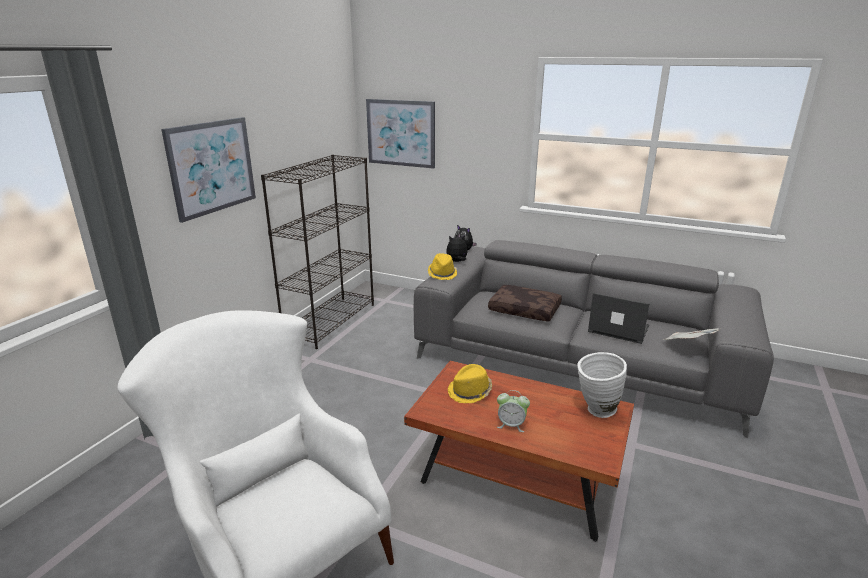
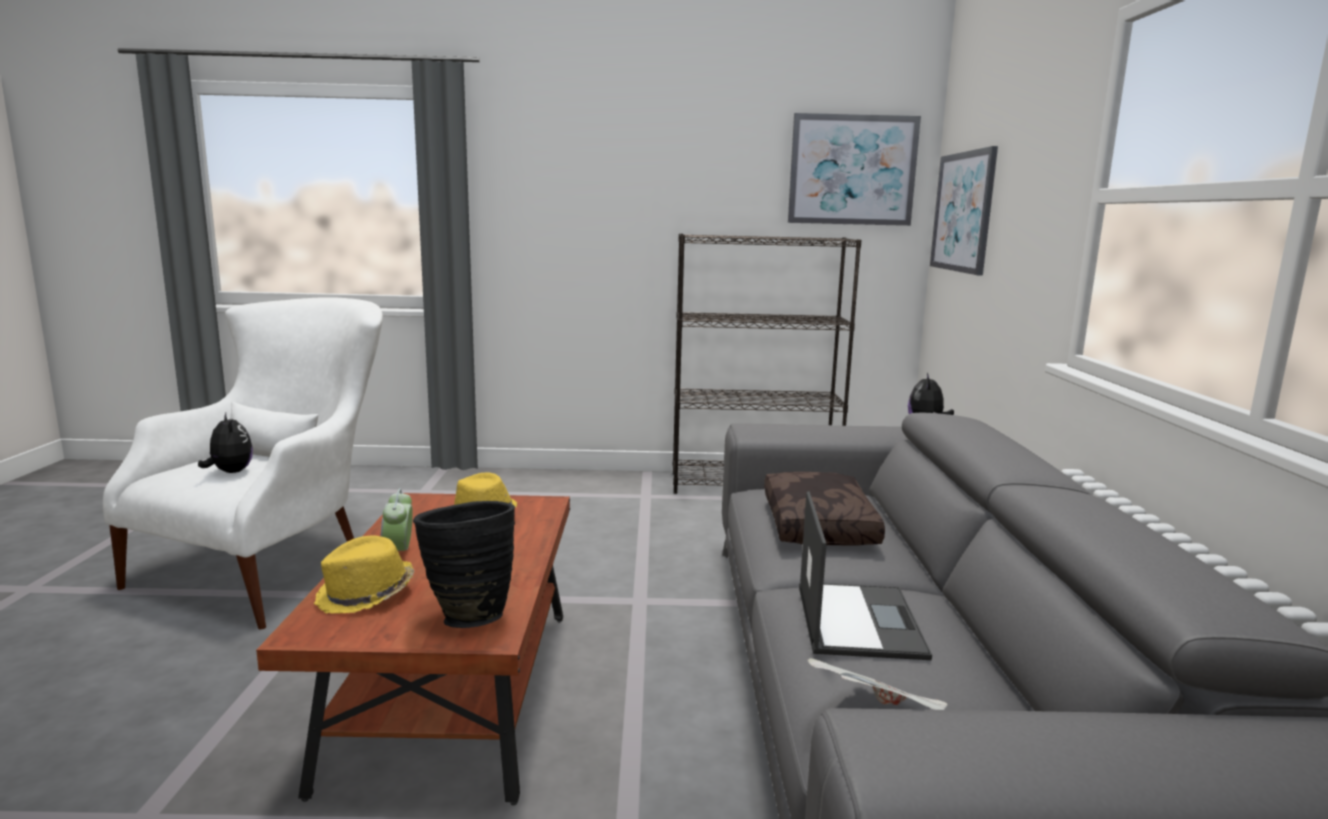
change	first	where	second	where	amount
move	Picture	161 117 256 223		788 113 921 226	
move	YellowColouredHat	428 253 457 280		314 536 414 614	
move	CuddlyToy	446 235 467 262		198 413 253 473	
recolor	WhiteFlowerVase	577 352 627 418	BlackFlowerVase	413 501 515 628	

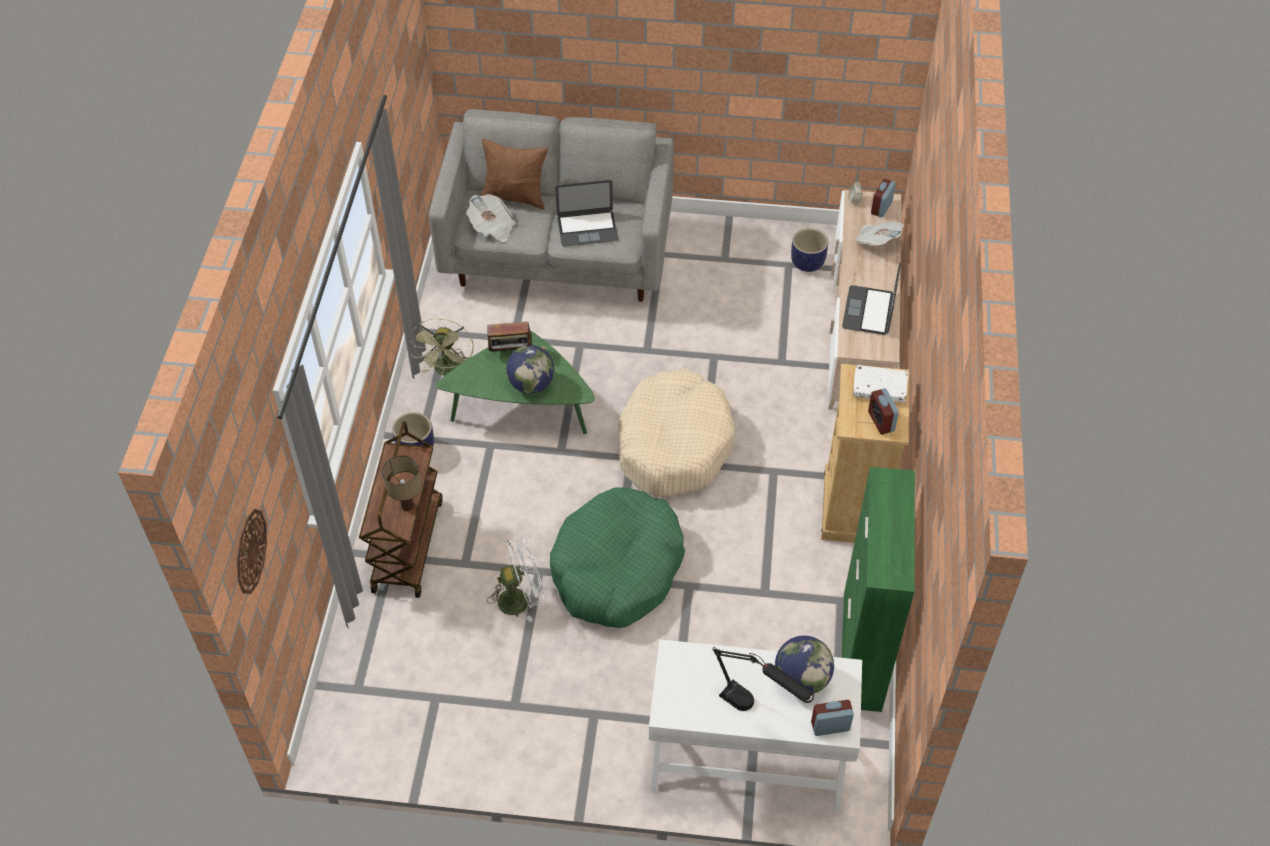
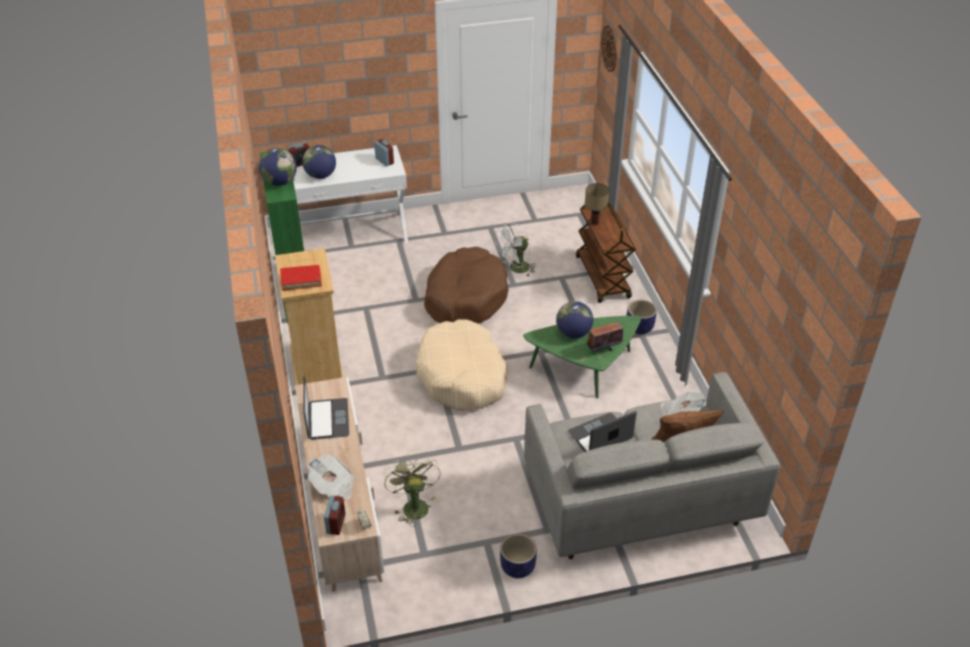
change	first	where	second	where	amount
delete	BlackTableLamp	713 647 814 711			
insert			DeskGlobe	259 148 297 186	
move	GreenColouredElectricFan	411 318 474 375		384 455 441 527	
move	PlantPot	791 228 828 272		500 534 537 578	
move	TableClock	868 388 899 435		374 139 394 166	
recolor	GreenColouredDogBed	550 487 685 628	BrownDogBed	424 247 509 323	
recolor	WhiteBoundBook	853 365 908 403	ReddishBoundBook	280 265 322 291	

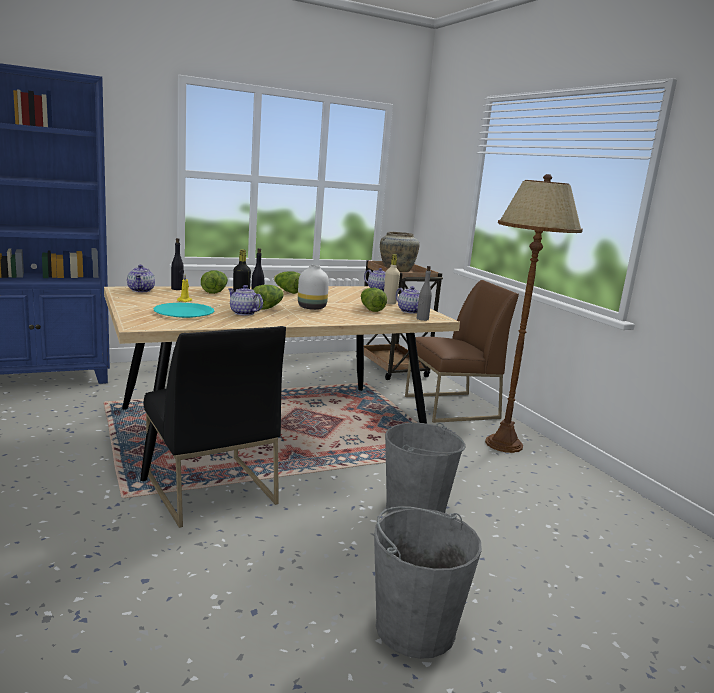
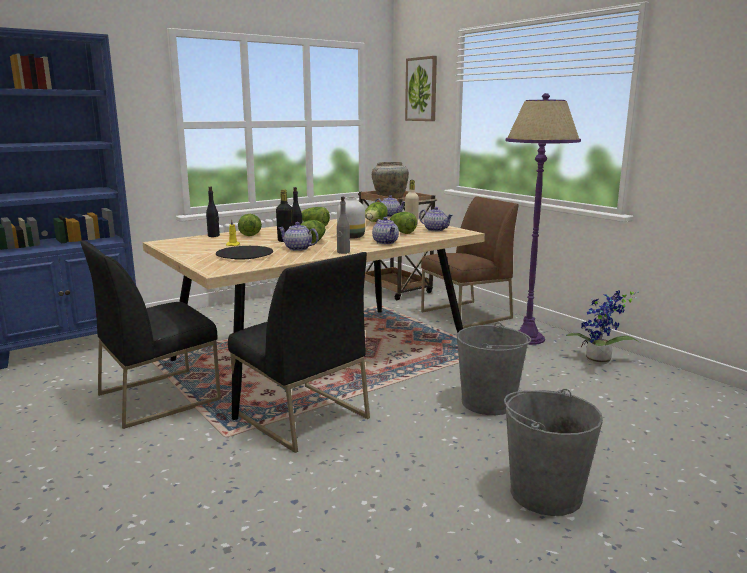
change	first	where	second	where	amount
insert			BlackPlainChair	80 241 221 429	
insert			LettuceHead	365 202 388 222	
insert			Picture	405 56 437 121	
insert			PlantInAPot	566 291 640 364	
move	Teapot	127 265 155 292		372 217 399 244	
move	GreyishDrinkBottle	417 266 432 321		337 197 350 254	
recolor	TurquoiseDinnerPlate	154 303 214 318	BlackDinnerPlate	216 246 273 260	
recolor	BrownFloorLamp	485 174 583 453	PurplishFloorLamp	506 93 581 345	

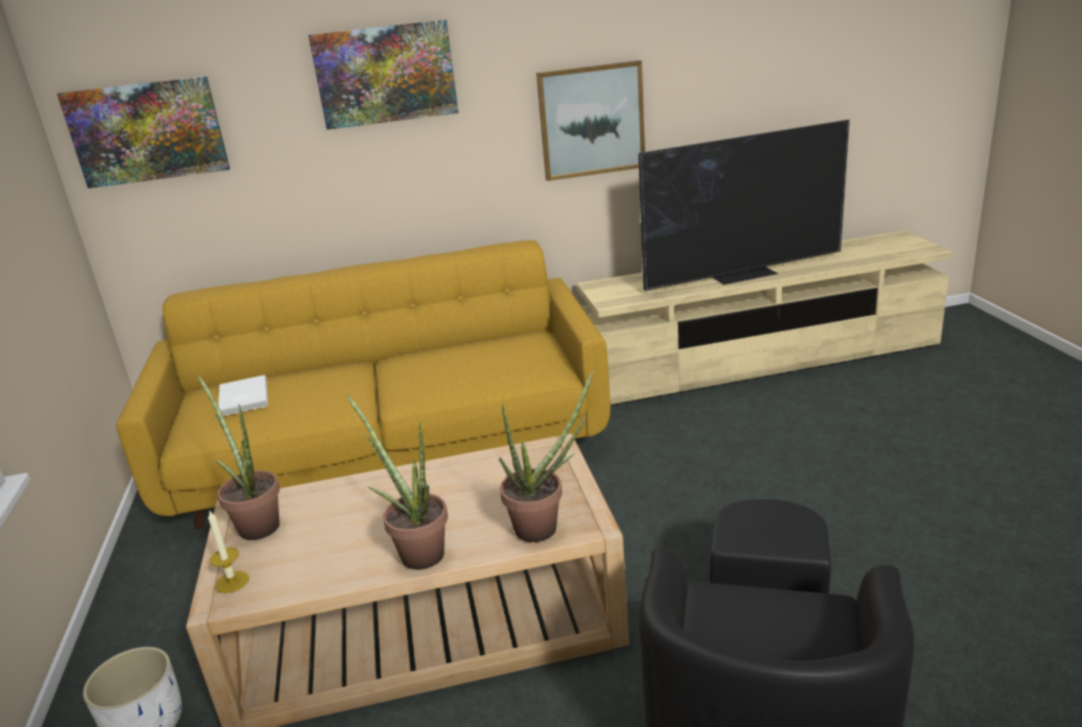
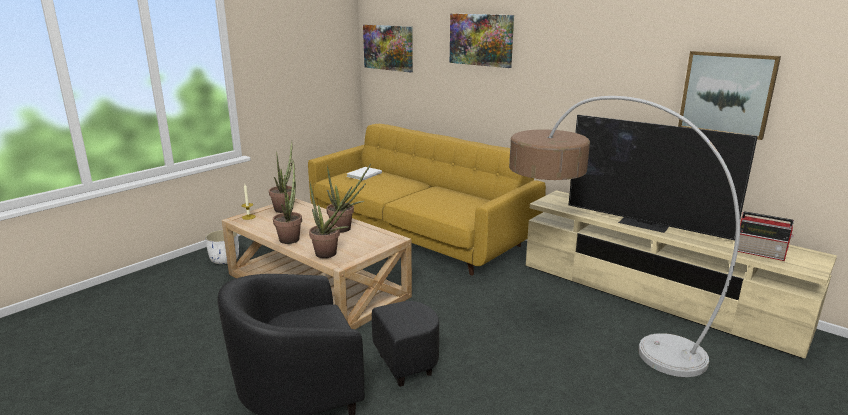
change	first	where	second	where	amount
insert			PlantInAPot	326 164 371 233	
insert			FloorLamp	509 96 740 377	
insert			Radio	738 211 794 261	
move	Picture	536 60 645 181		678 51 781 140	

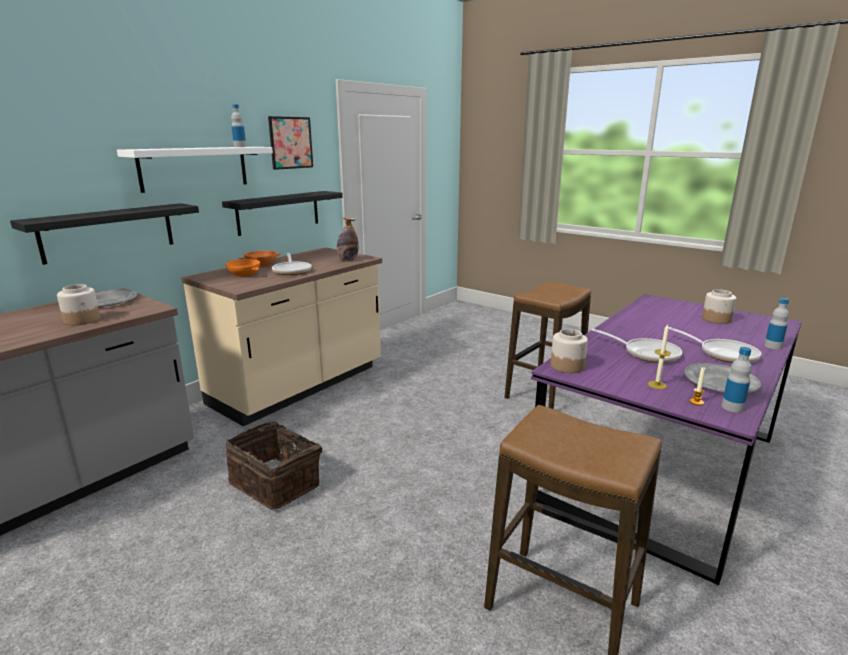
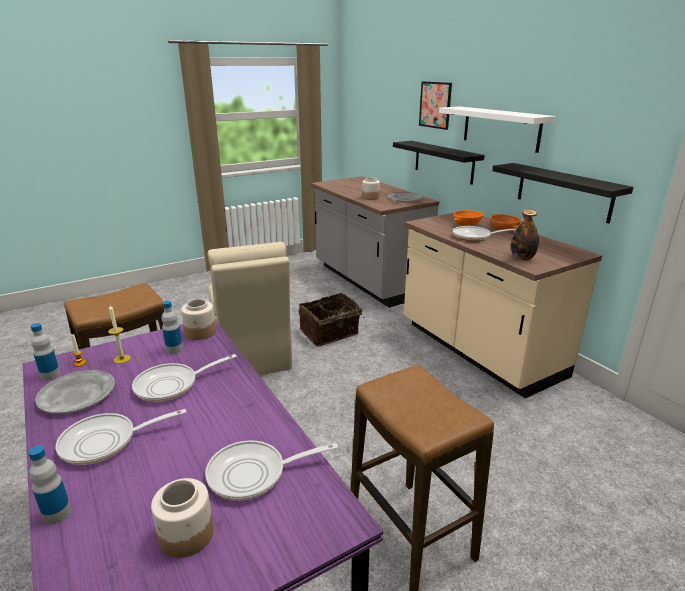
change	first	where	second	where	amount
insert			FryingPan	205 440 338 500	
insert			SandColouredPlainChair	207 242 292 375	
move	DrinkBottle	231 104 246 147		162 301 183 354	
move	Picture	268 116 313 170		419 81 452 130	

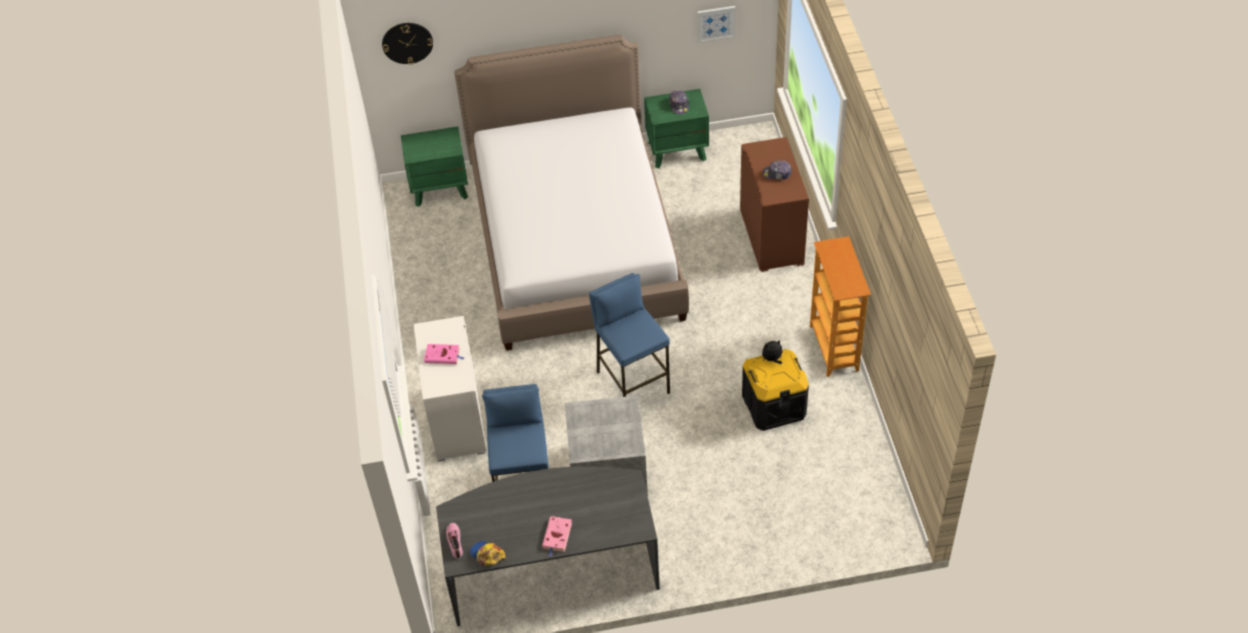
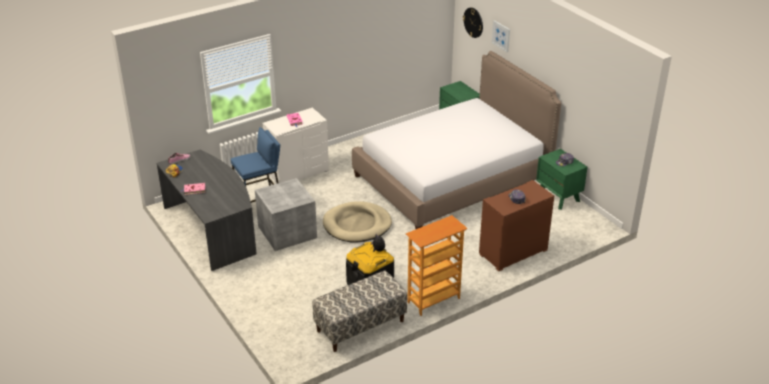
change	first	where	second	where	amount
insert			LongSeat	312 271 407 352	
move	Picture	697 6 736 43		492 20 510 52	
replace	BluishSittingStool	589 273 670 397	SandColouredDogBed	323 201 392 243	

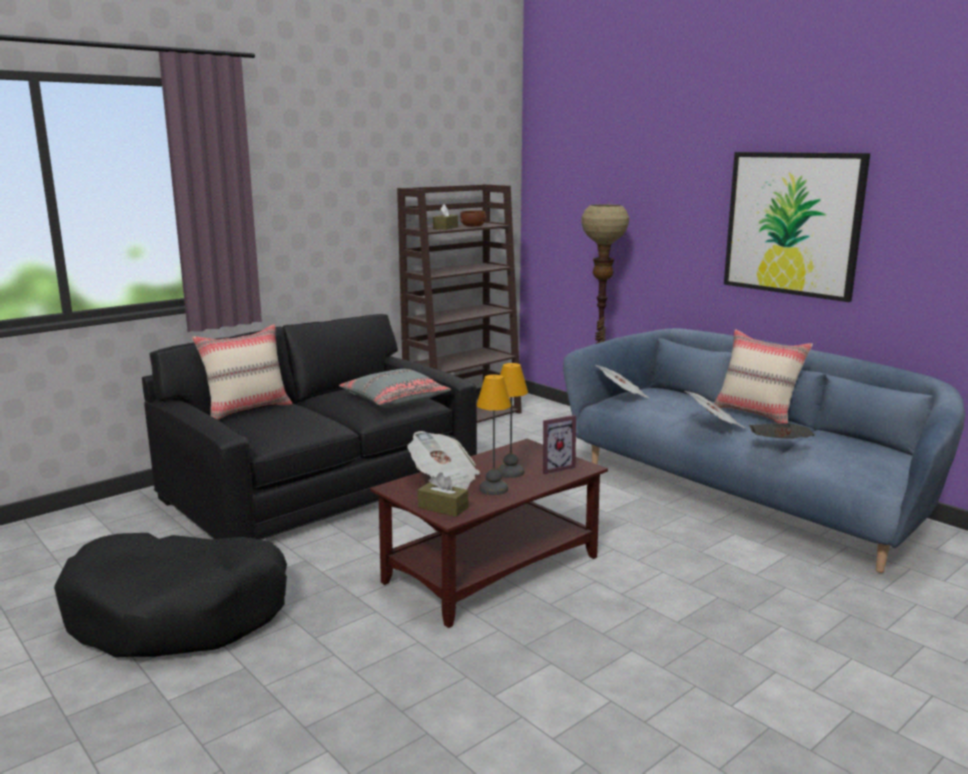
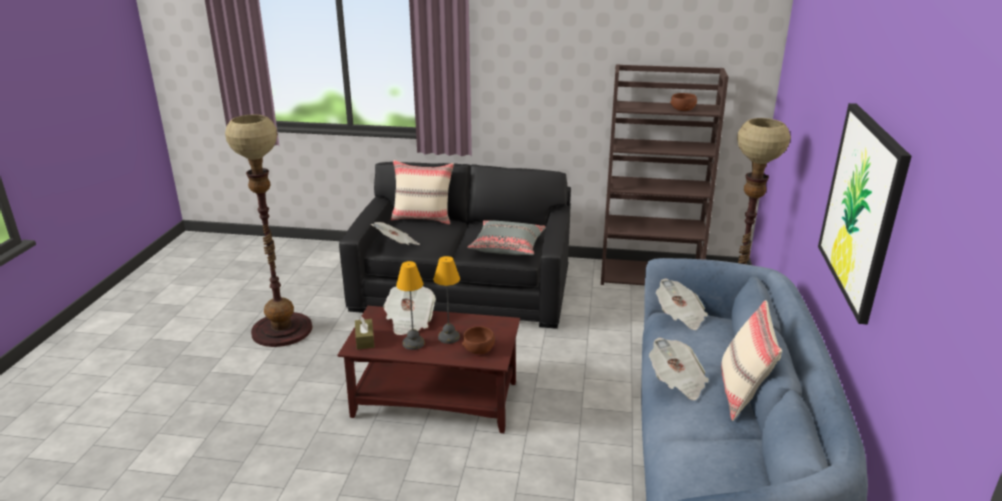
change	first	where	second	where	amount
delete	BrownTissueBox	433 204 458 230			
move	Newspaper	749 423 814 439		371 222 420 245	
replace	BlackDogBed	54 533 287 658	FloorLamp	225 114 312 347	
replace	StandingFrame	543 415 576 474	BrownServingBowl	462 326 495 354	

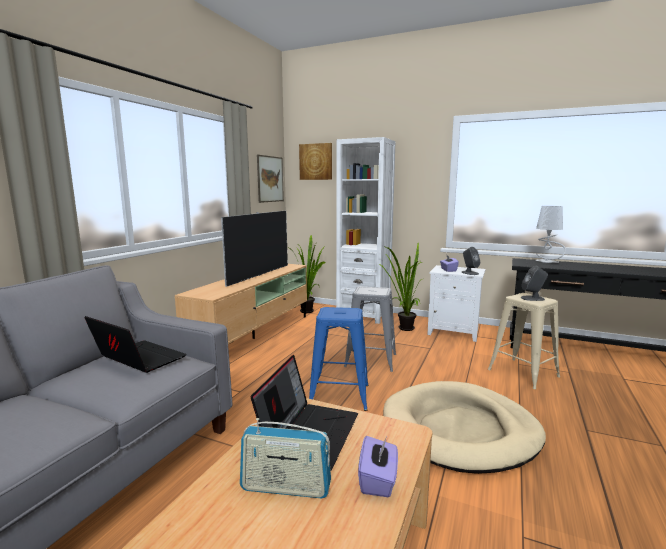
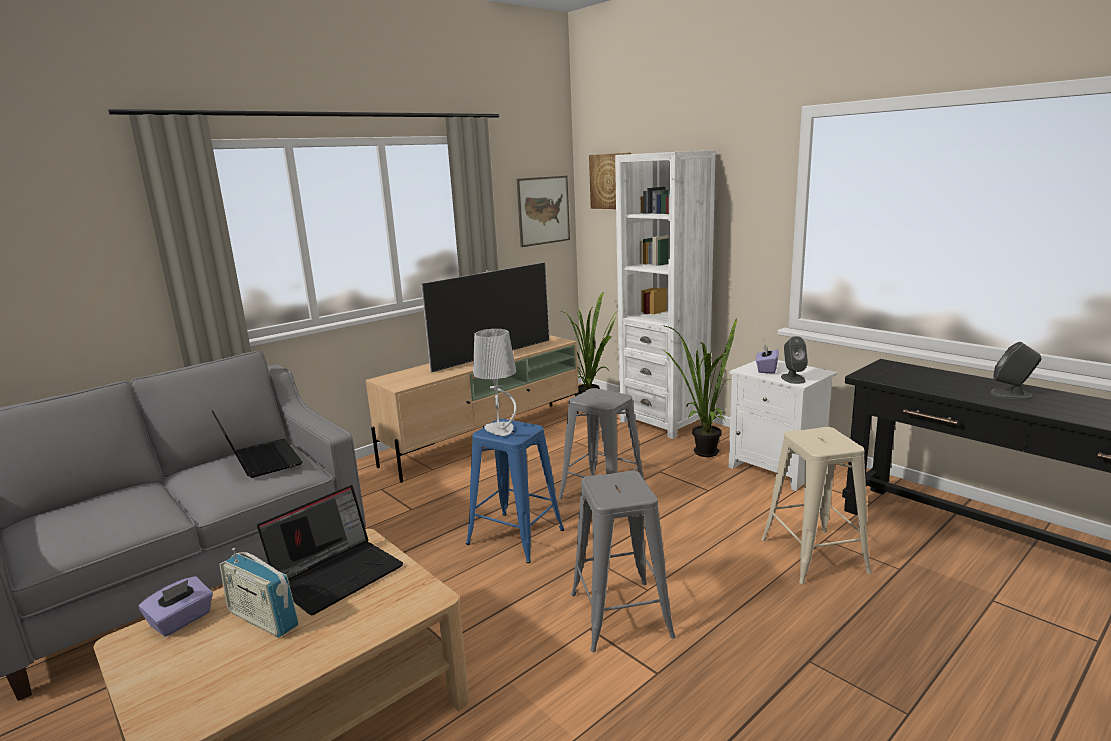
change	first	where	second	where	amount
move	PurplishTissueBox	358 436 398 497		138 576 213 637	
move	GreyishLoudspeaker	521 266 548 301		990 342 1042 400	
move	GreyishTableLamp	536 206 566 263		473 329 517 436	
replace	SandColouredDogBed	383 381 546 474	GreyishSittingStool	571 471 676 653	

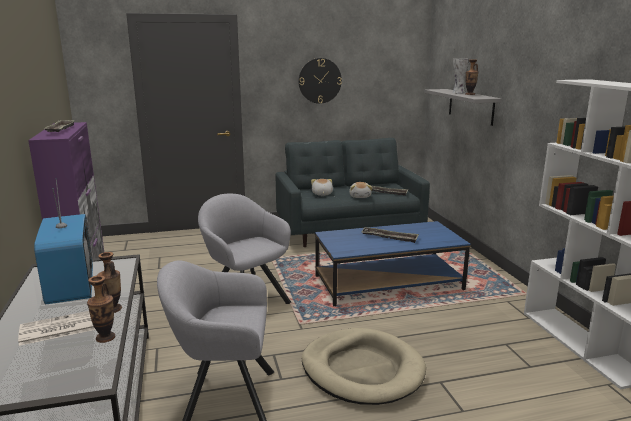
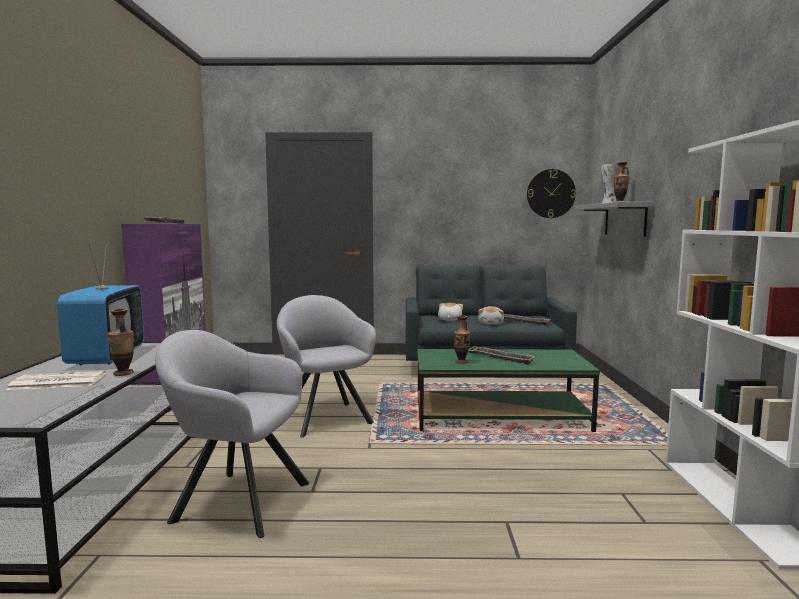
change	first	where	second	where	amount
delete	SandColouredDogBed	302 328 426 405			
move	FlowerVase	87 276 115 343		454 315 471 364	
move	ClockOnTheWall	298 58 342 104		527 169 576 218	
recolor	BluishLoungeTable	315 221 471 306	GreenColouredLoungeTable	417 349 600 432	

